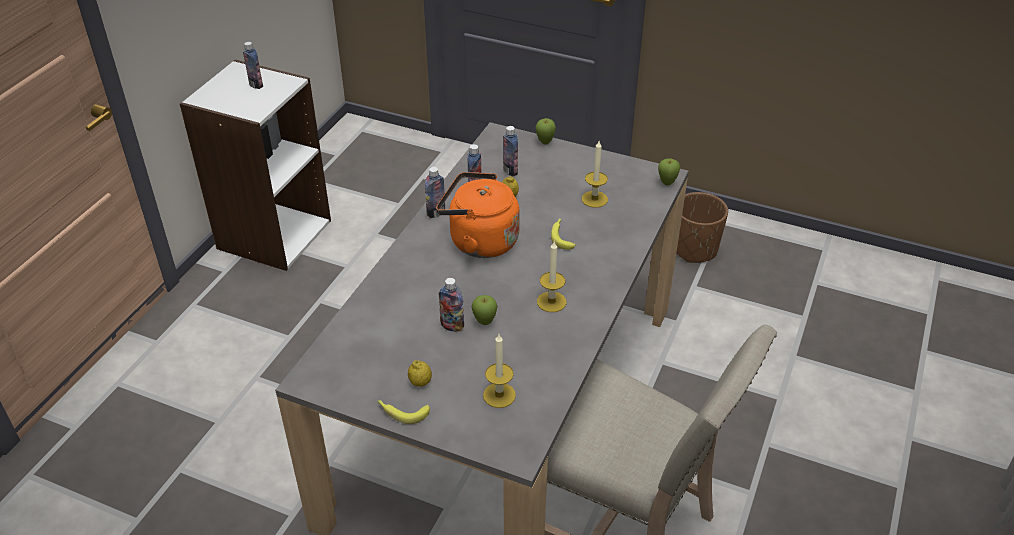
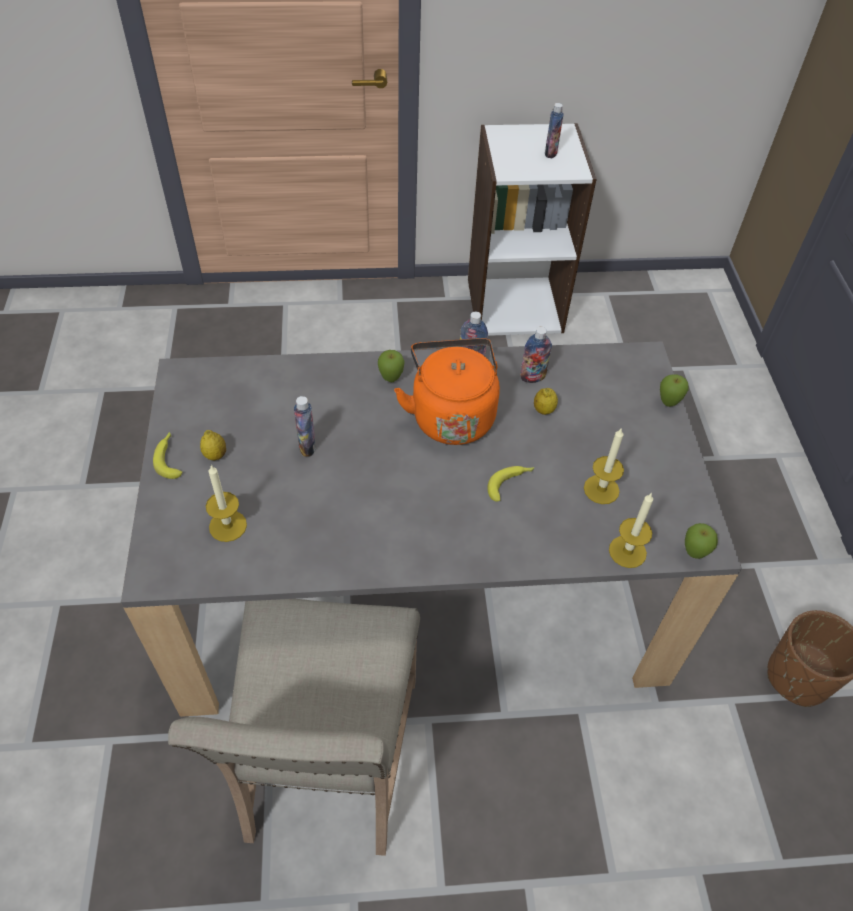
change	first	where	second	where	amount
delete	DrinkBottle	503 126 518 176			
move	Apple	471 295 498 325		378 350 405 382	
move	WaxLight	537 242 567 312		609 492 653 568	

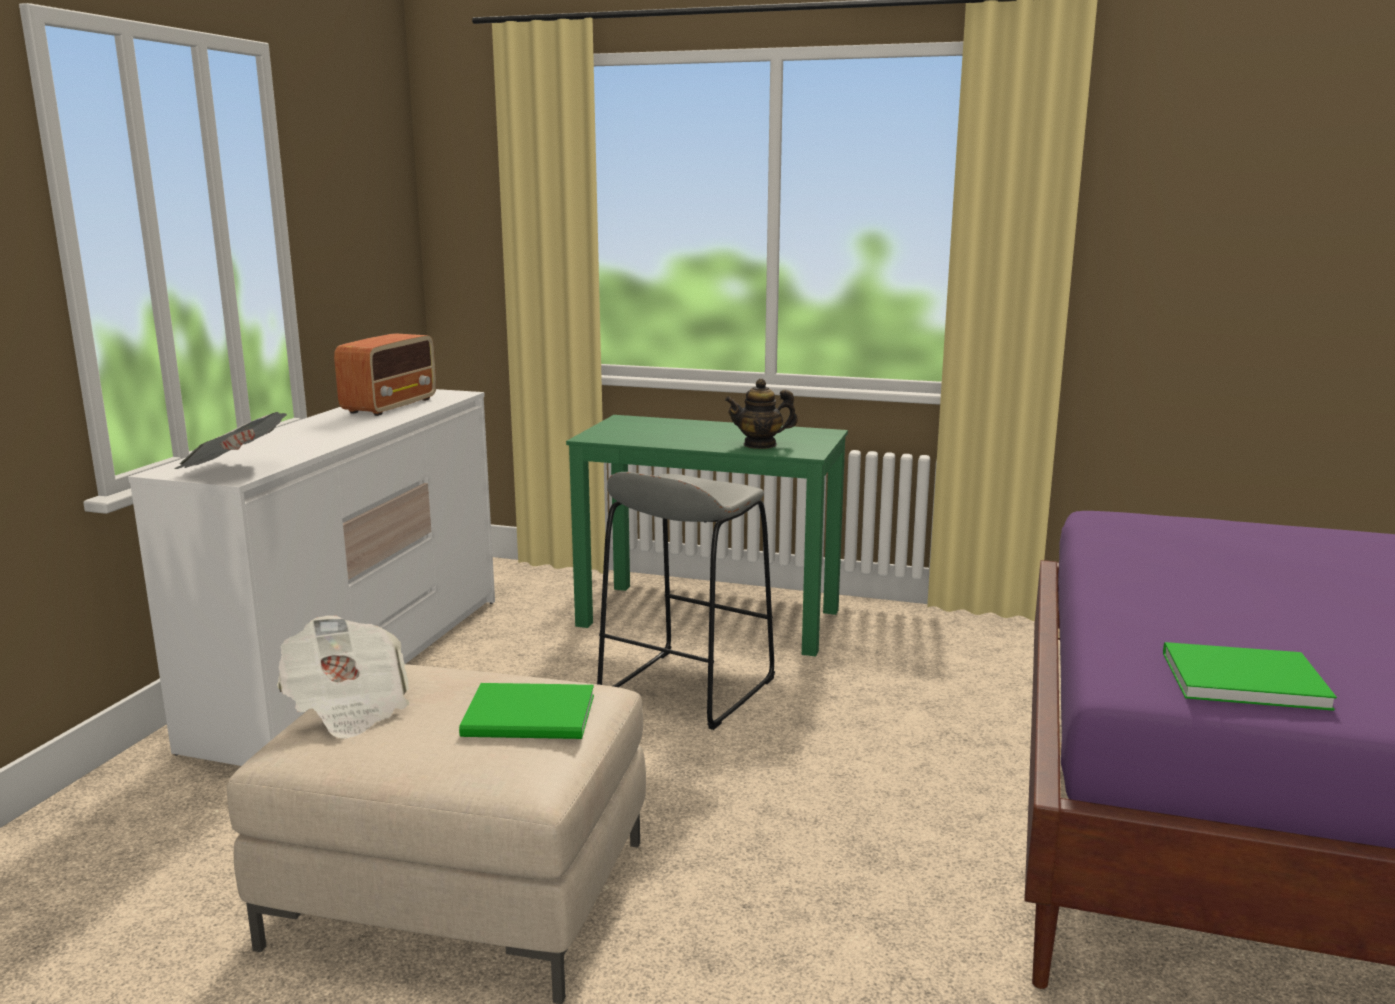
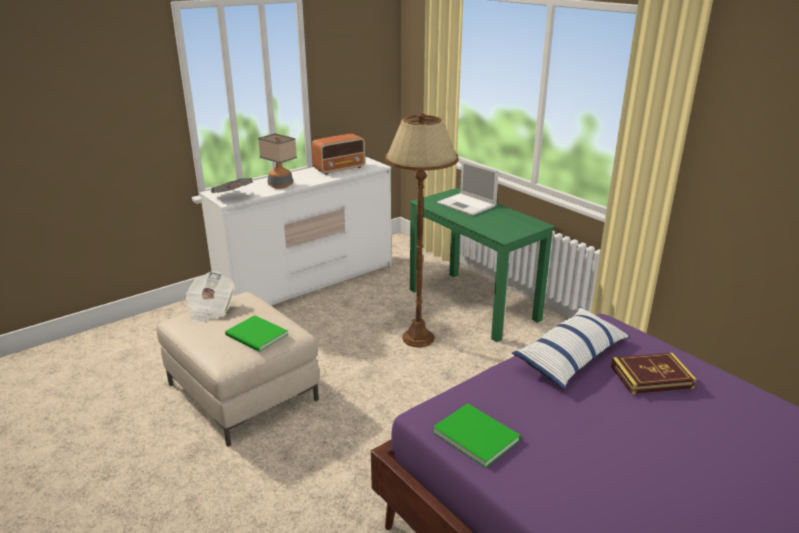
change	first	where	second	where	amount
delete	Teapot	725 379 798 449			
insert			TableLamp	258 133 297 189	
insert			Laptop	437 160 499 216	
insert			Pillow	512 306 630 389	
insert			BoundBook	611 353 697 394	
replace	GreyishSittingStool	597 472 775 730	BrownFloorLamp	385 113 458 347	

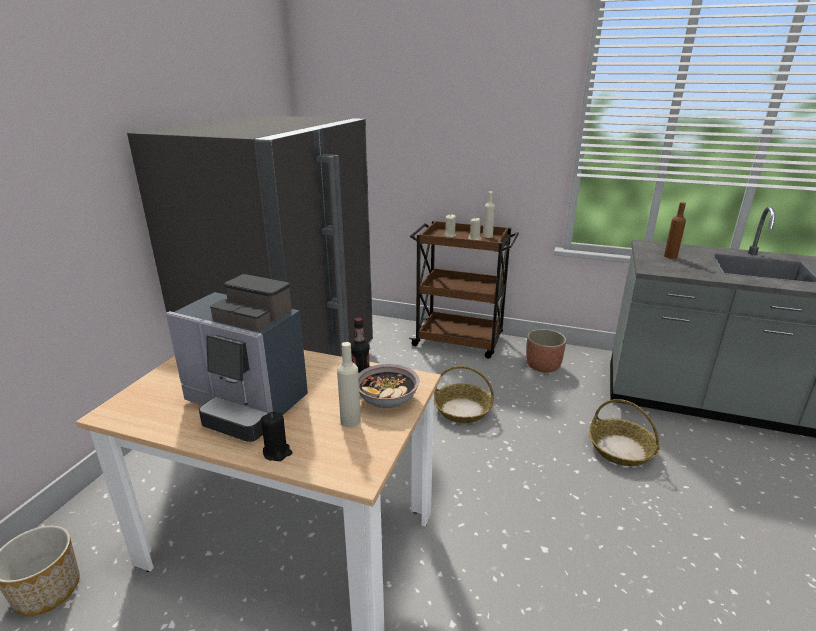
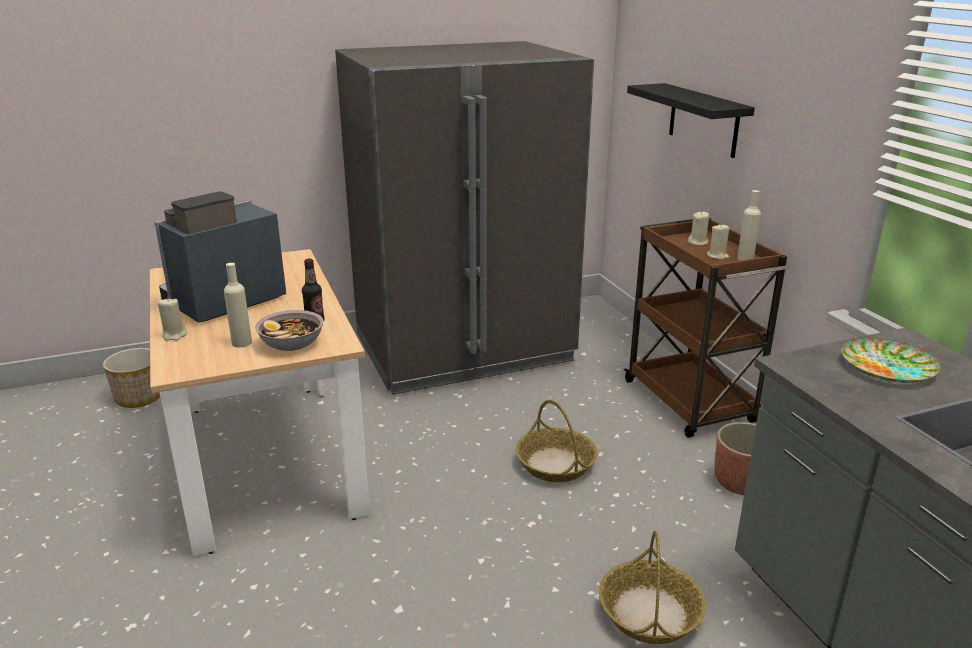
change	first	where	second	where	amount
insert			BlackShelf	627 83 755 158	
replace	BrownDrinkBottle	664 202 686 259	DinnerPlate	842 338 940 383	
recolor	BlackWaxLight	261 412 292 461	SandColouredWaxLight	158 297 187 341	
rotate	CoffeeMachine	166 274 308 442		154 191 286 323	60 degrees clockwise

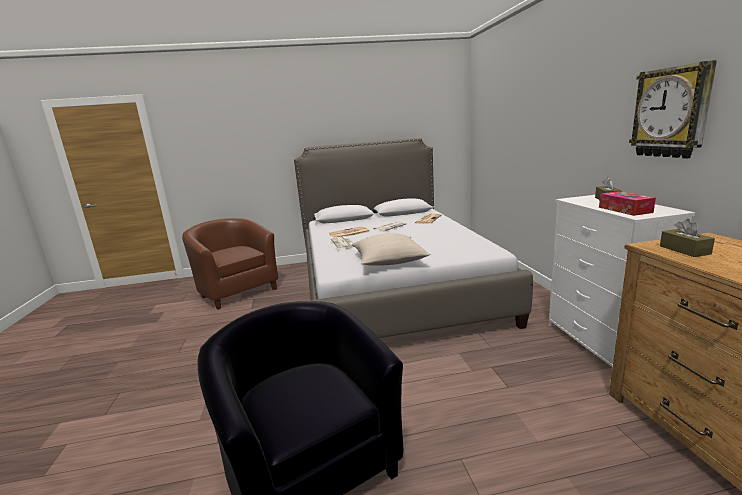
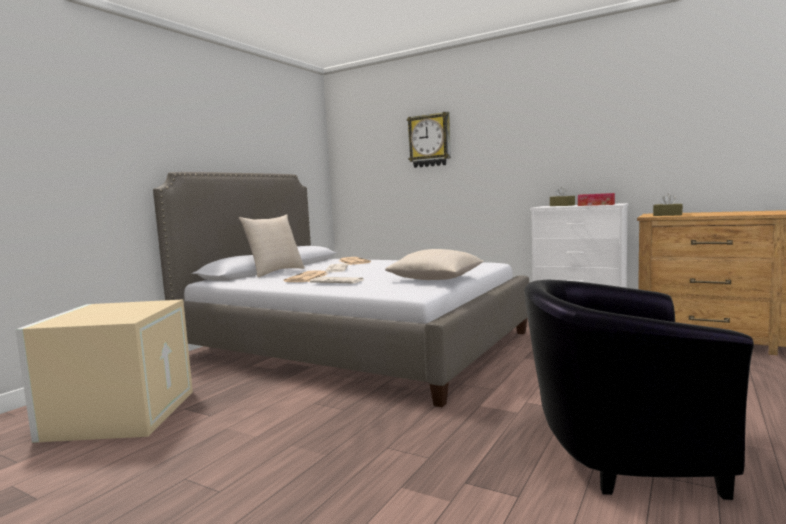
change	first	where	second	where	amount
insert			SandColouredPillow	239 214 305 277	
move	ClockOnTheWall	629 60 717 159		407 112 451 168	
replace	BrownArmchair	182 218 278 310	SandColouredStorageBin	15 299 193 443	

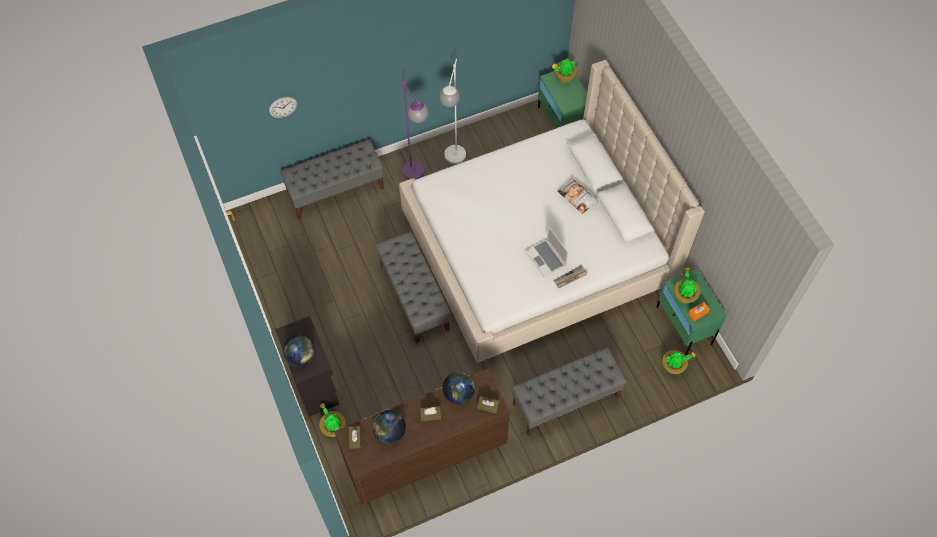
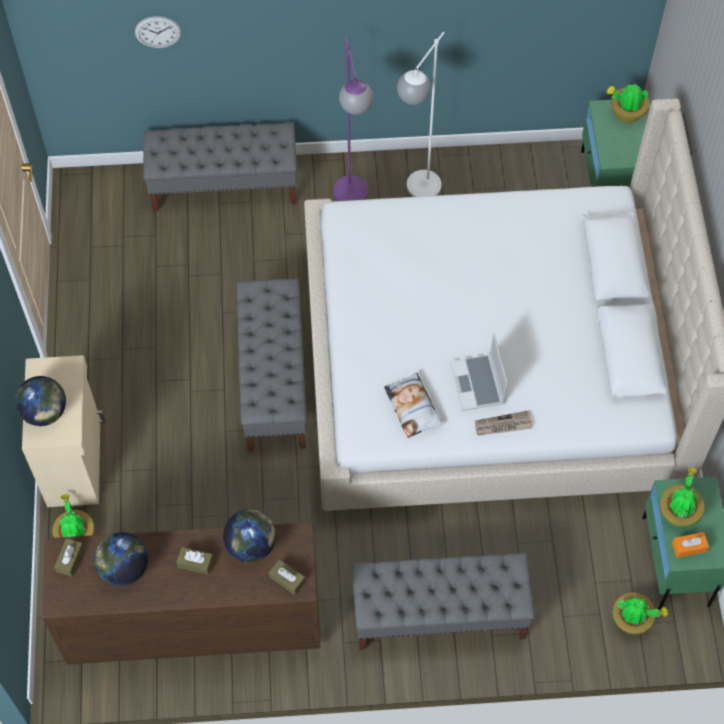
change	first	where	second	where	amount
move	Pillow	557 178 599 214		384 372 442 438	
recolor	BlackCabinet	275 316 339 417	SandColouredCabinet	22 355 106 507	

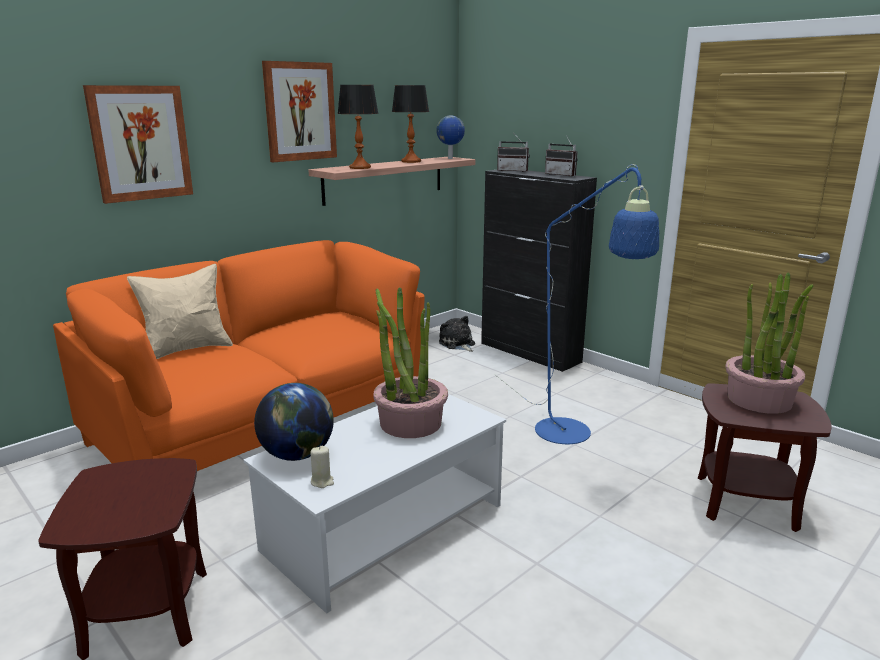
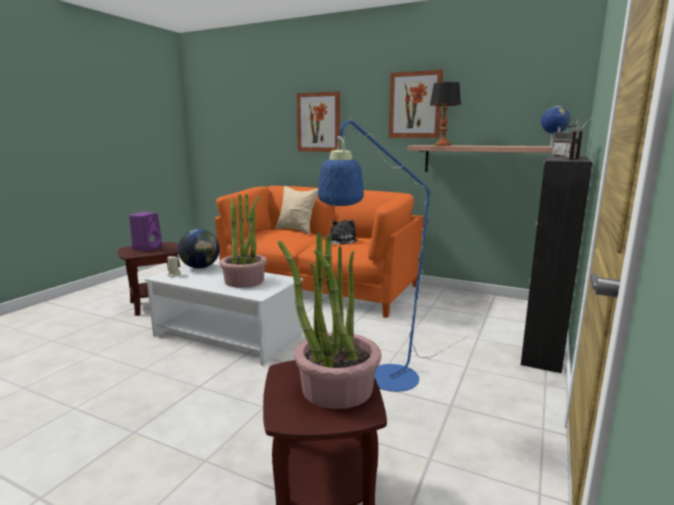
change	first	where	second	where	amount
delete	TableLamp	392 85 429 163			
insert			PurplishLoudspeaker	129 212 162 251	
move	CuddlyToy	439 316 475 352		330 220 357 245	

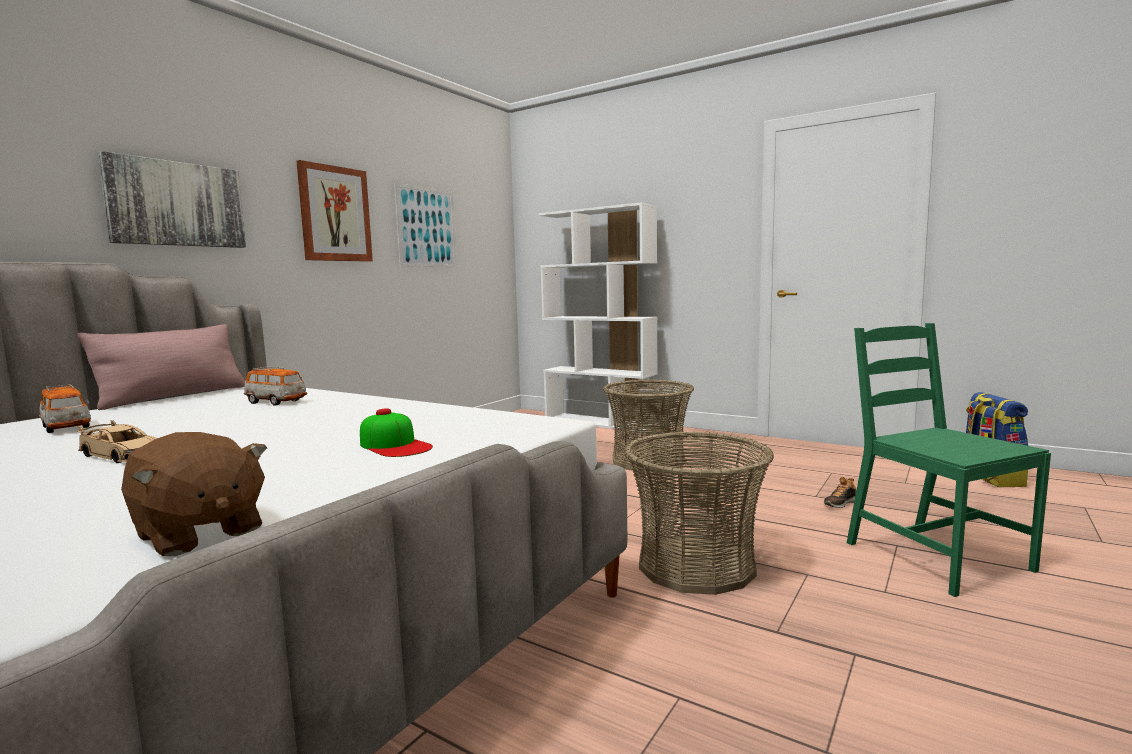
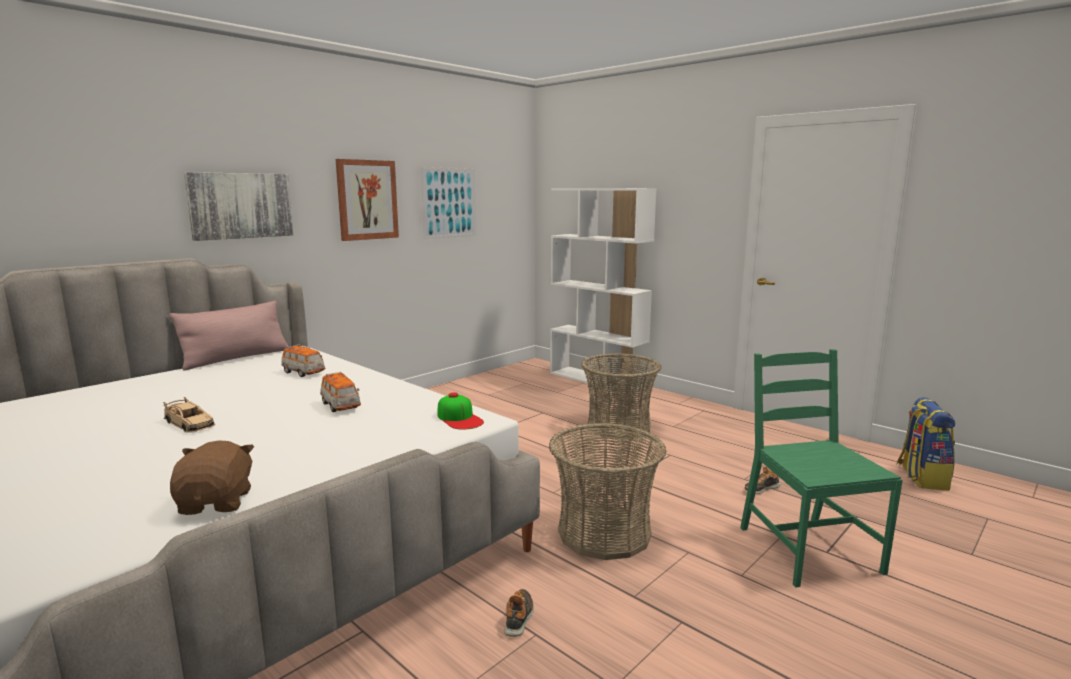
change	first	where	second	where	amount
insert			LowShoe	504 589 534 637	
move	ToyCar	39 384 91 433		320 372 361 412	
move	PeakedCap	360 408 433 457		438 392 484 430	
rotate	BrownCuddlyToy	121 432 267 556		170 440 254 515	150 degrees counterclockwise

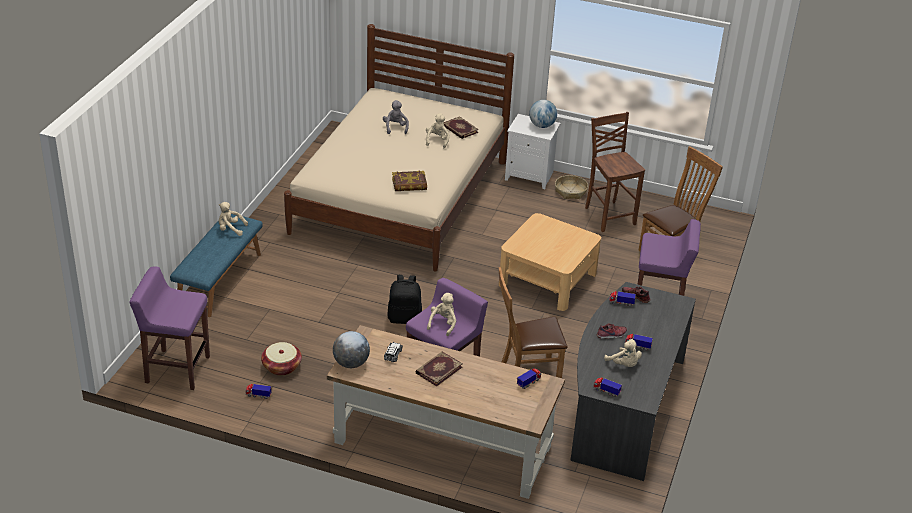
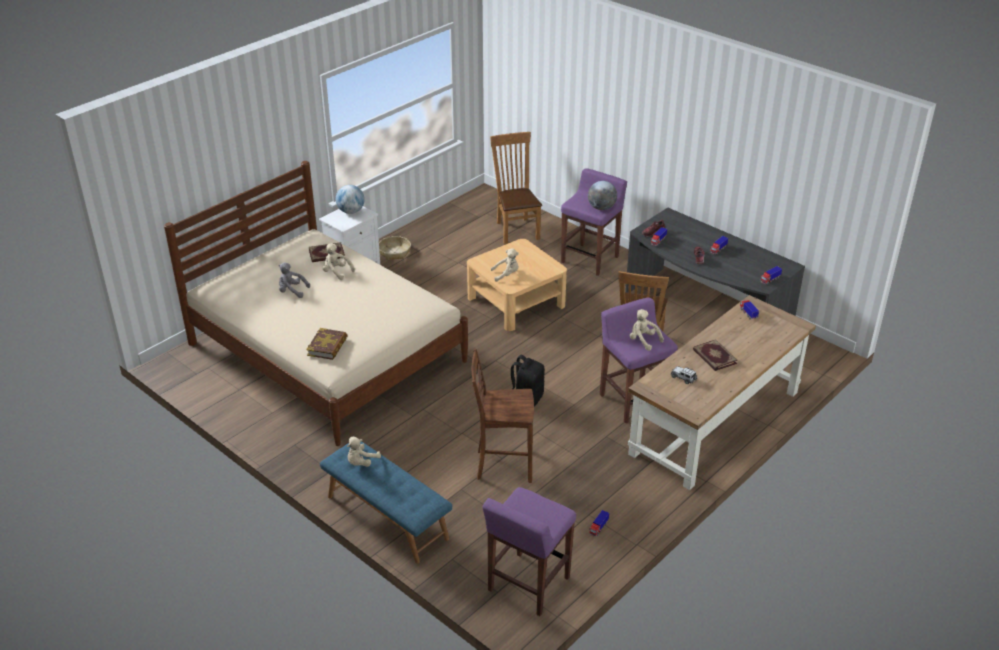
change	first	where	second	where	amount
delete	HouseholdBasket	261 342 302 376			
move	DeskGlobe	333 331 370 368		588 181 617 210	
move	BoundBook	392 171 427 191		306 328 348 360	
move	BrownPlainChair	585 112 645 232		472 349 534 483	
move	SandColouredCuddlyToy	604 339 642 367		491 248 519 282	

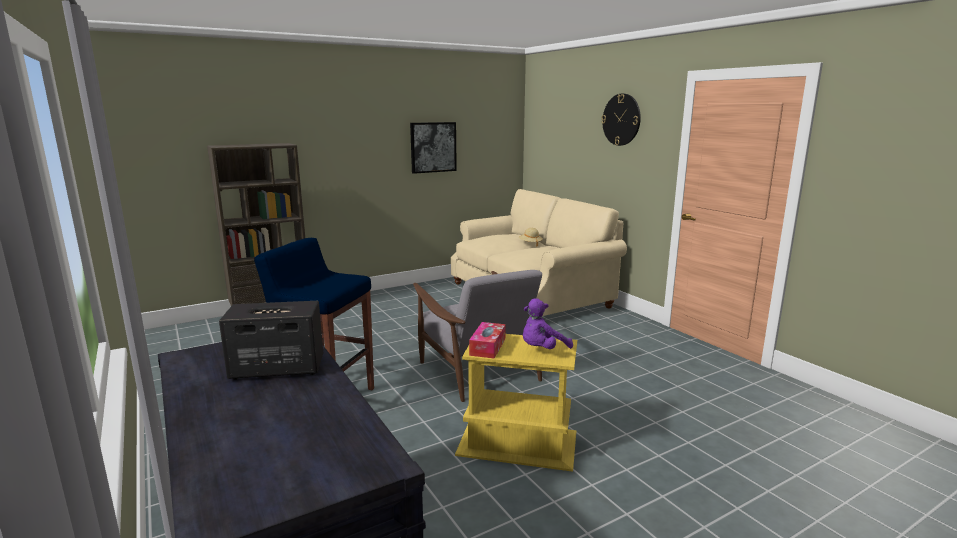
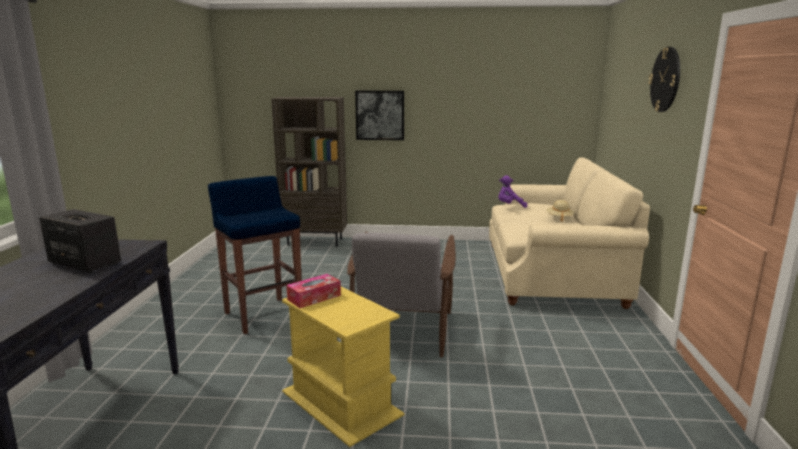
change	first	where	second	where	amount
move	Picture	410 122 457 174		355 91 404 140	
move	PurplishCuddlyToy	523 298 573 349		498 175 527 208	

